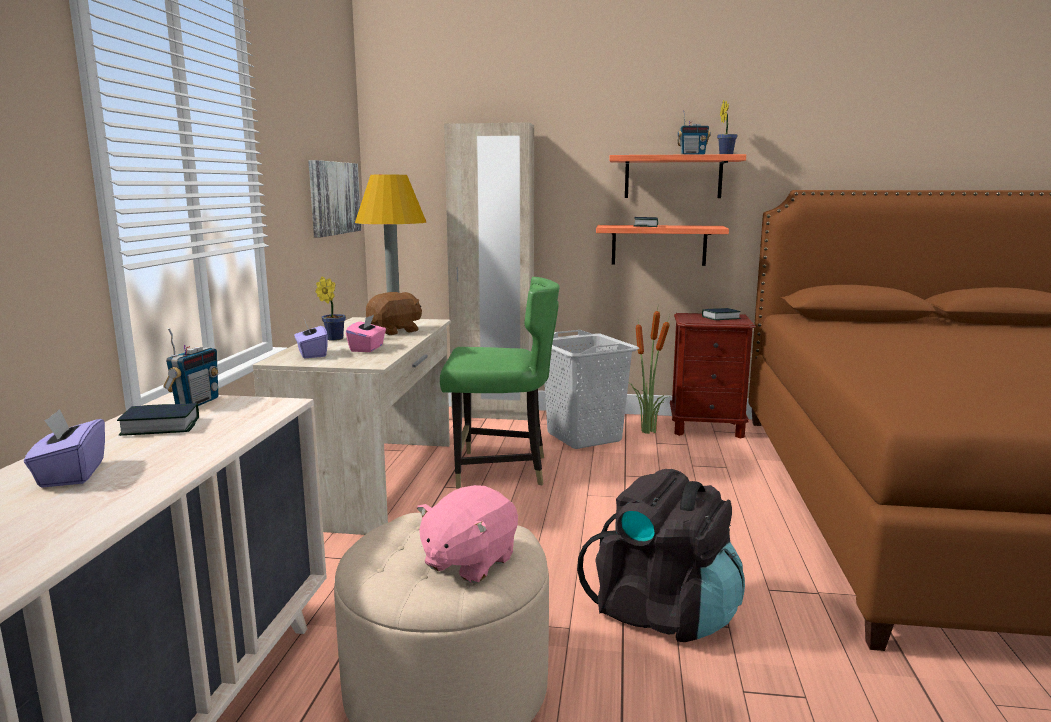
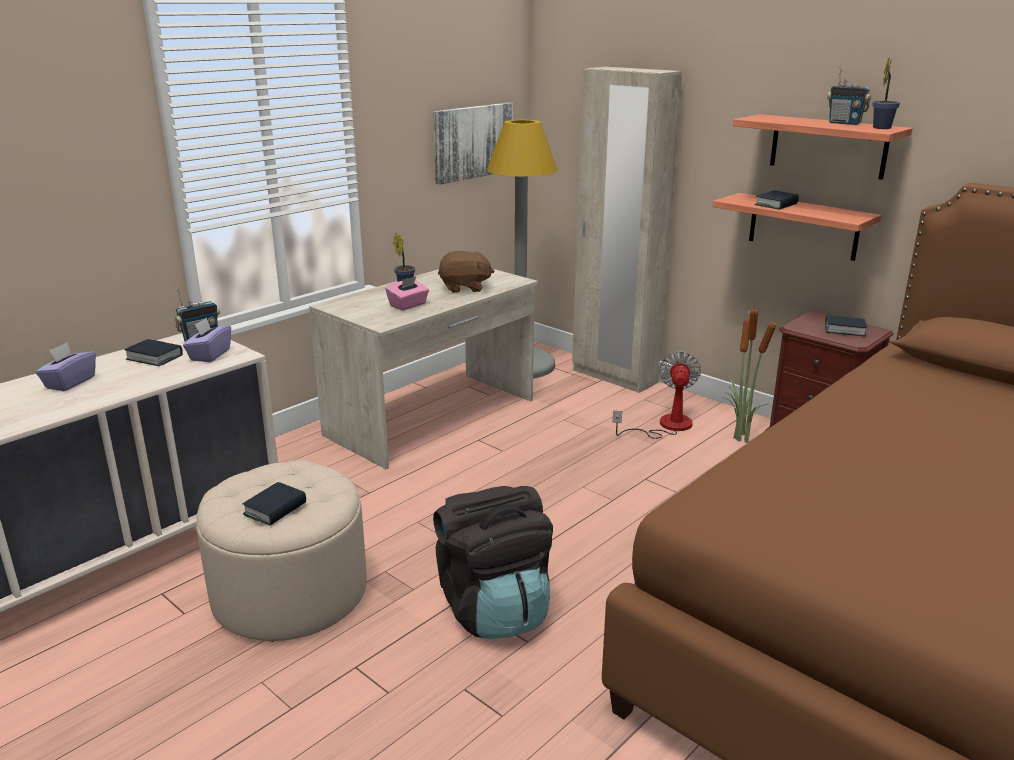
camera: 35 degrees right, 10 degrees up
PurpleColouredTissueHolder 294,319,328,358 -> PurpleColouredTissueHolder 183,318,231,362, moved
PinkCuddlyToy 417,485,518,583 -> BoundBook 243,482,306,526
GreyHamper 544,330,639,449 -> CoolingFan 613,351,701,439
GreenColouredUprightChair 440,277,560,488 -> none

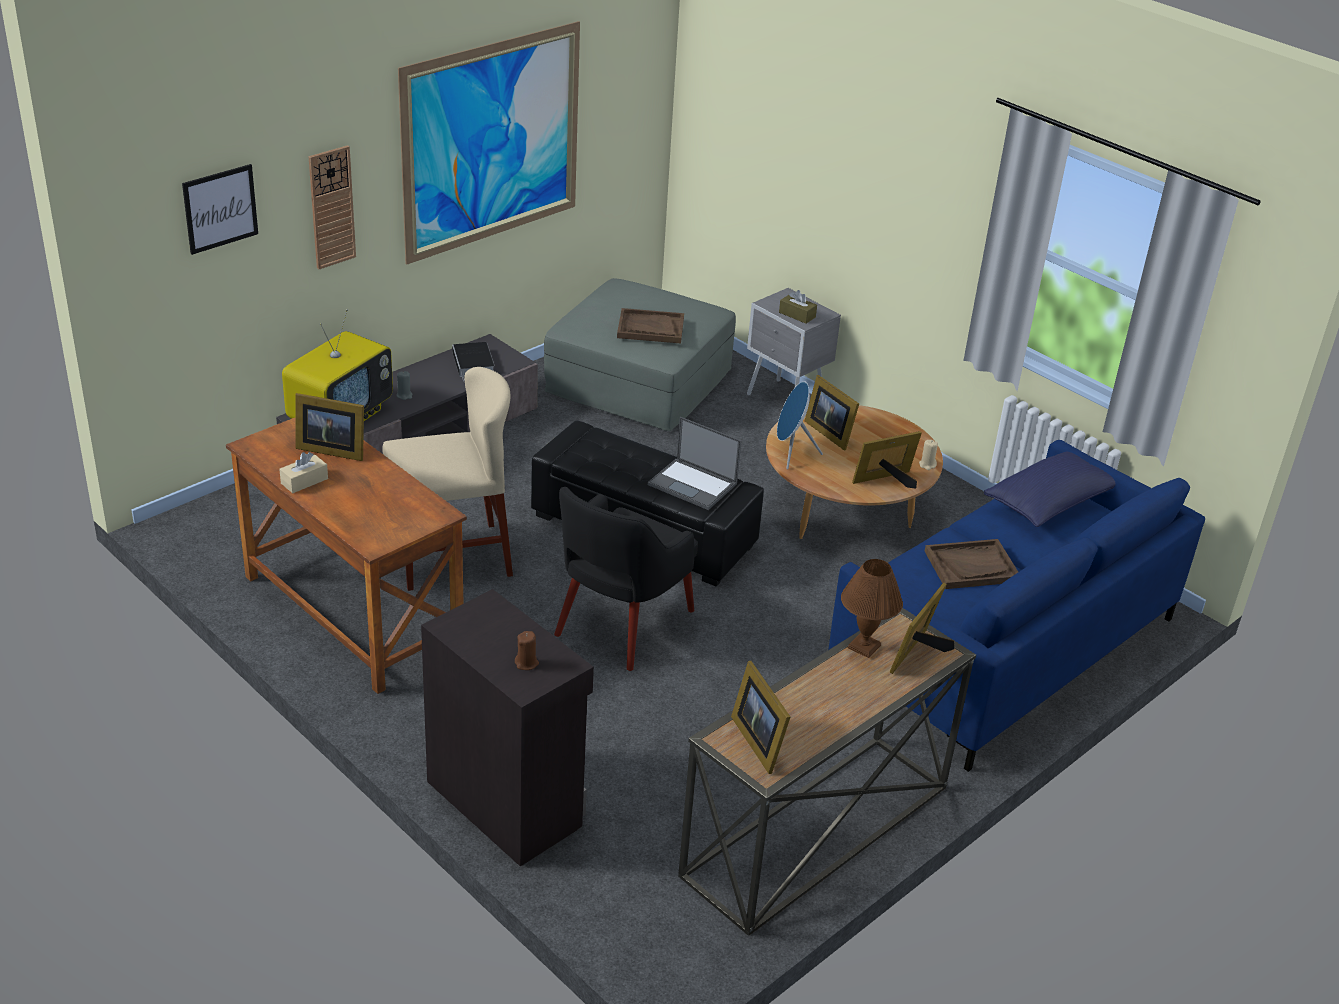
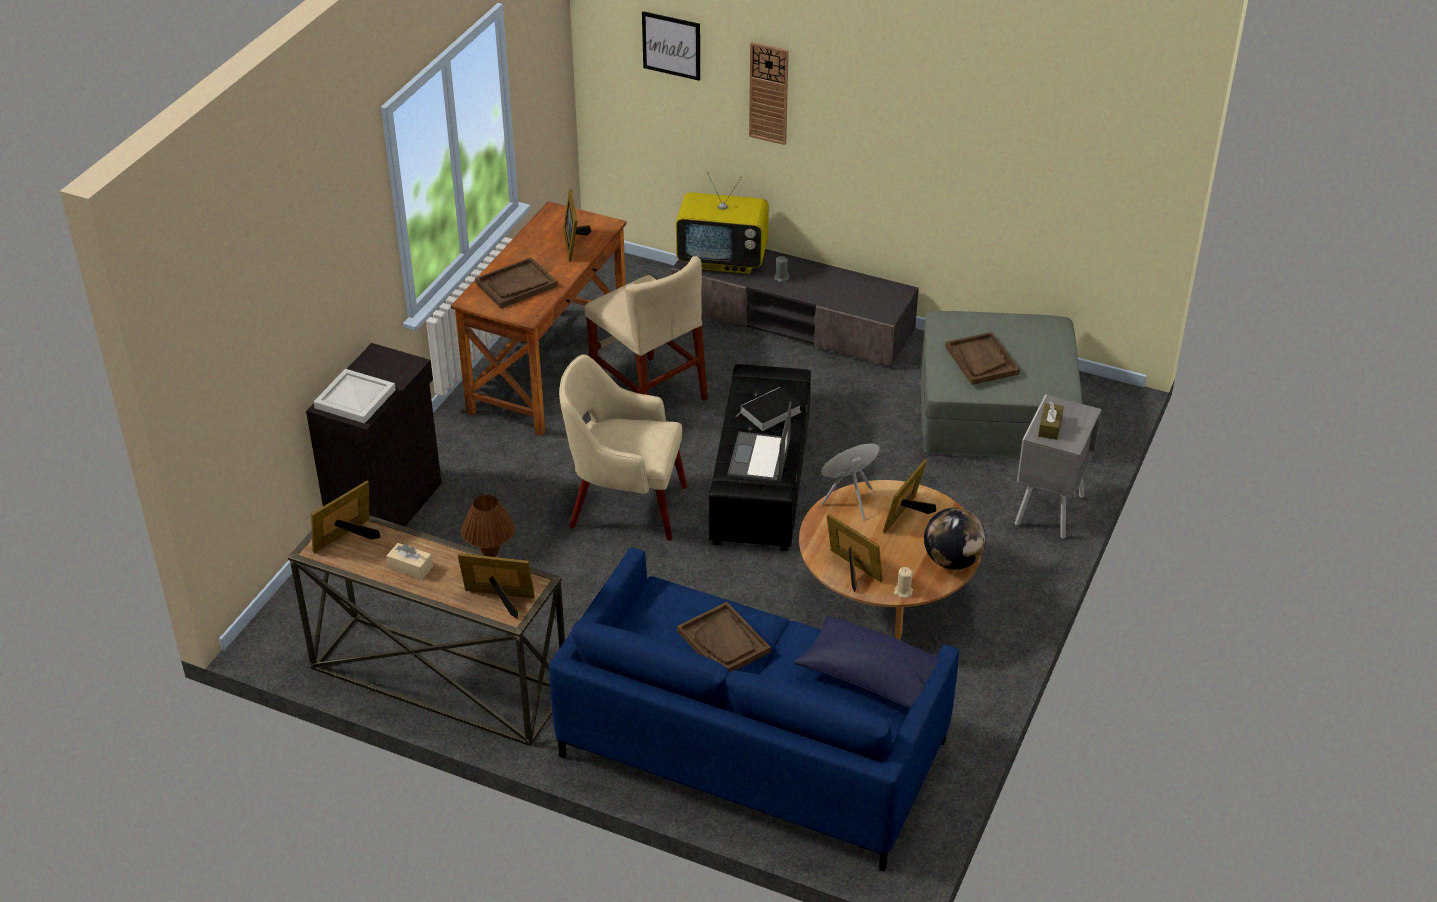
camera: 70 degrees right, 5 degrees up
BrownWaxLight 515,631,539,670 -> WhiteServingTray 314,369,396,423
BeigeTissueHolder 279,452,328,493 -> BeigeTissueHolder 387,543,433,580, moved
none -> BrownServingTray 475,257,558,308
BlackColouredArmchair 554,487,698,671 -> BeigeArmchair 559,354,687,541
BoundBook 452,342,494,381 -> BoundBook 734,387,801,431, moved
none -> WorldGlobe 924,508,986,570
Picture 398,21,580,265 -> none

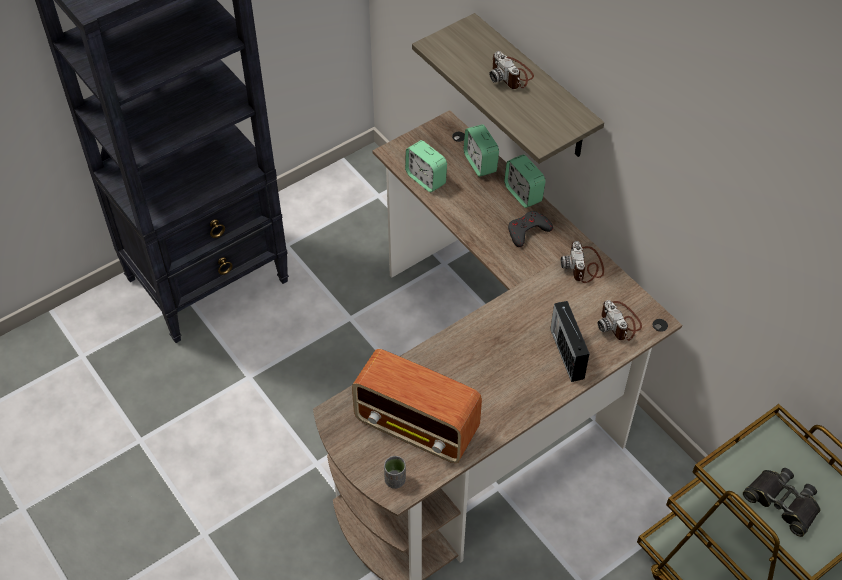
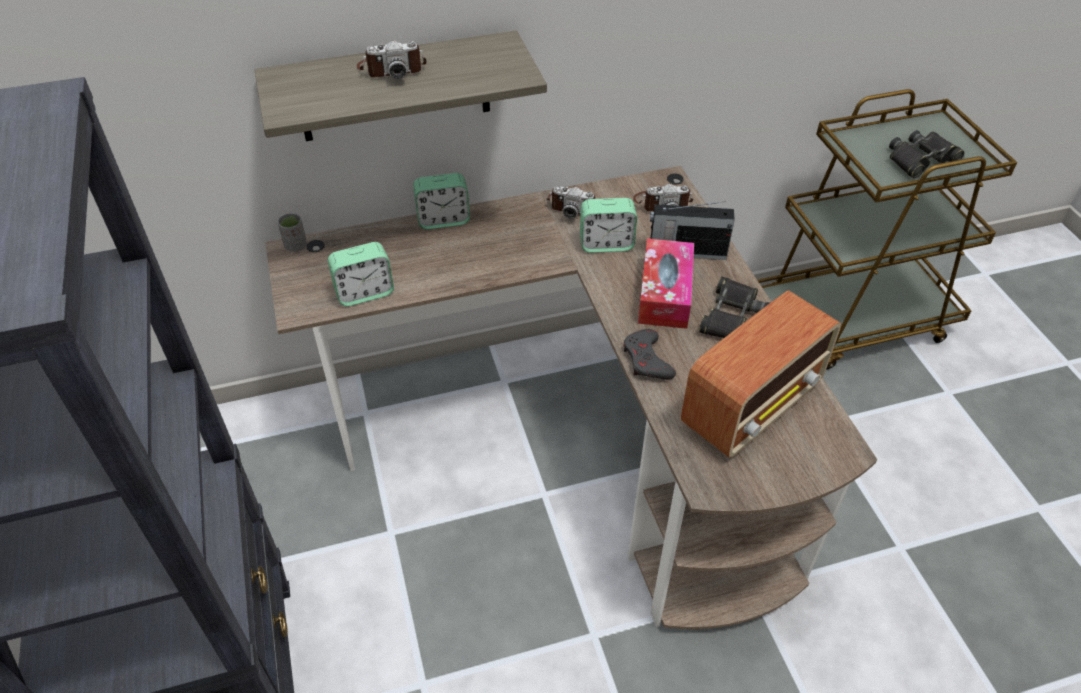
camera: 70 degrees left, 5 degrees down
GreySmallCup 384,456,406,489 -> GreySmallCup 278,213,307,252, moved
BedsideClock 464,124,499,177 -> BedsideClock 580,198,637,253, moved
GreyJoypad 508,211,553,247 -> GreyJoypad 624,329,676,380, moved
none -> TissueHolder 638,238,694,329
none -> BlackColouredBinoculars 699,276,770,338

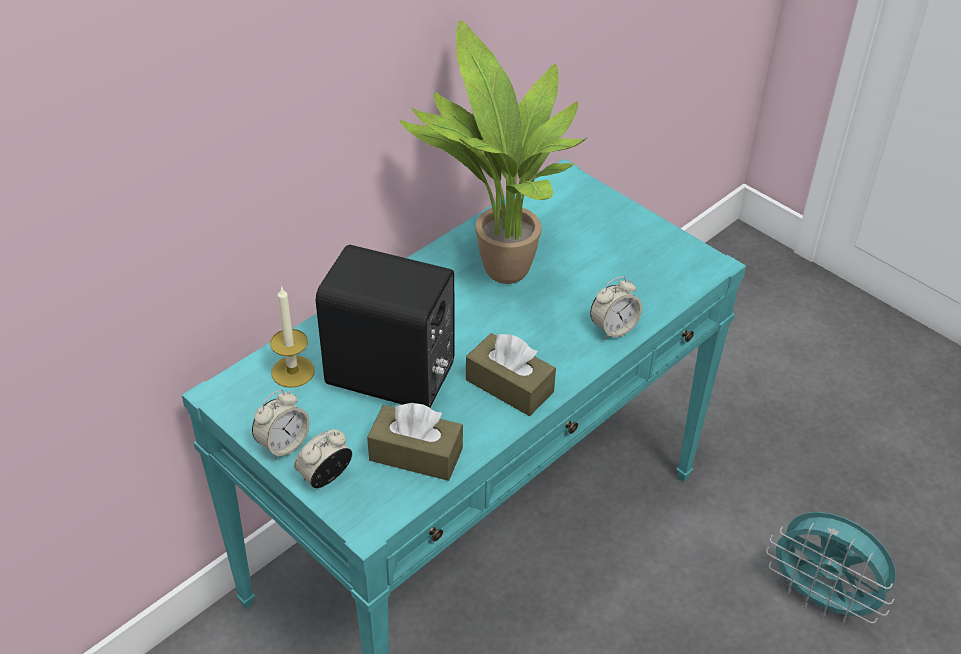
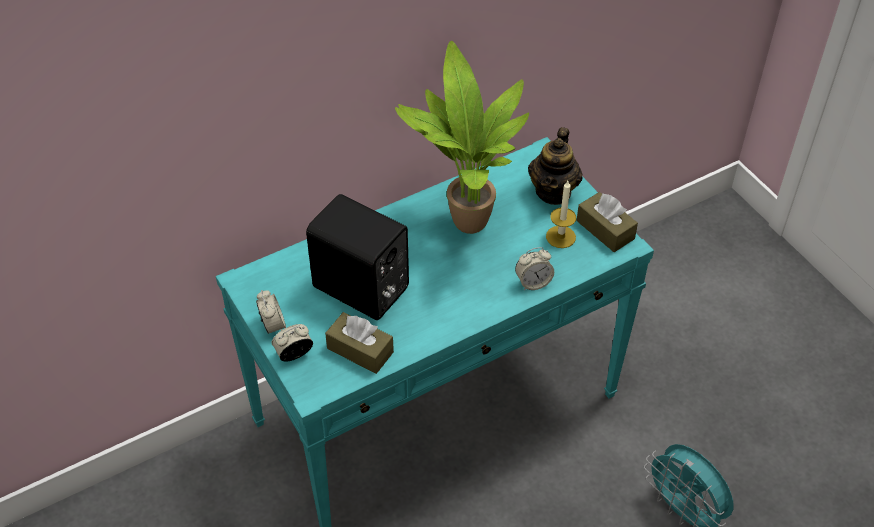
camera: 15 degrees right, 5 degrees up
BedsideClock 252,390,310,460 -> BedsideClock 256,290,286,334, 75 degrees counterclockwise
none -> PotForTea 528,127,583,205
WaxLight 270,286,315,388 -> WaxLight 546,181,576,248, moved
BrownTissueHolder 466,333,556,416 -> BrownTissueHolder 577,192,638,252, moved

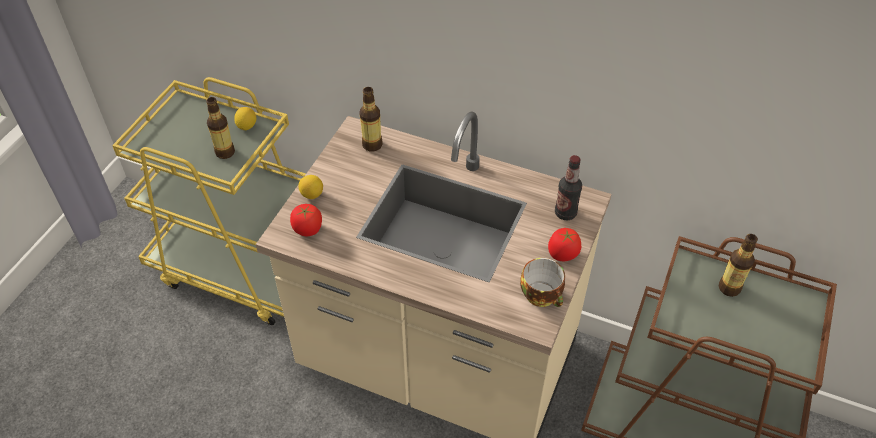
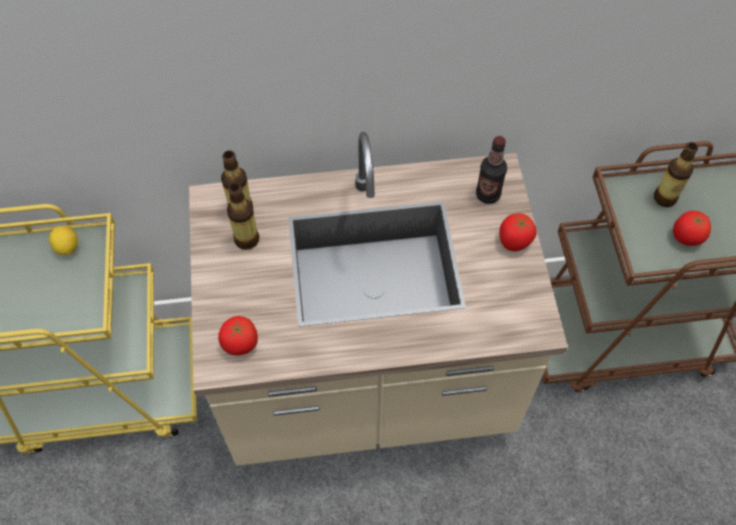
camera: 30 degrees left, 10 degrees up
BeverageBottle 206,97,235,159 -> BeverageBottle 227,183,259,250, moved
none -> FreshTomato 673,211,711,246
WholeLemon 298,175,323,199 -> none
SmallCup 520,258,565,307 -> none

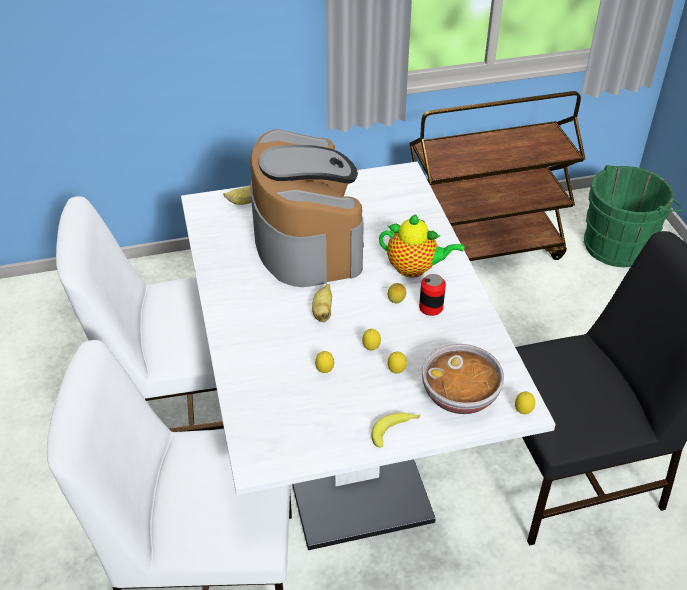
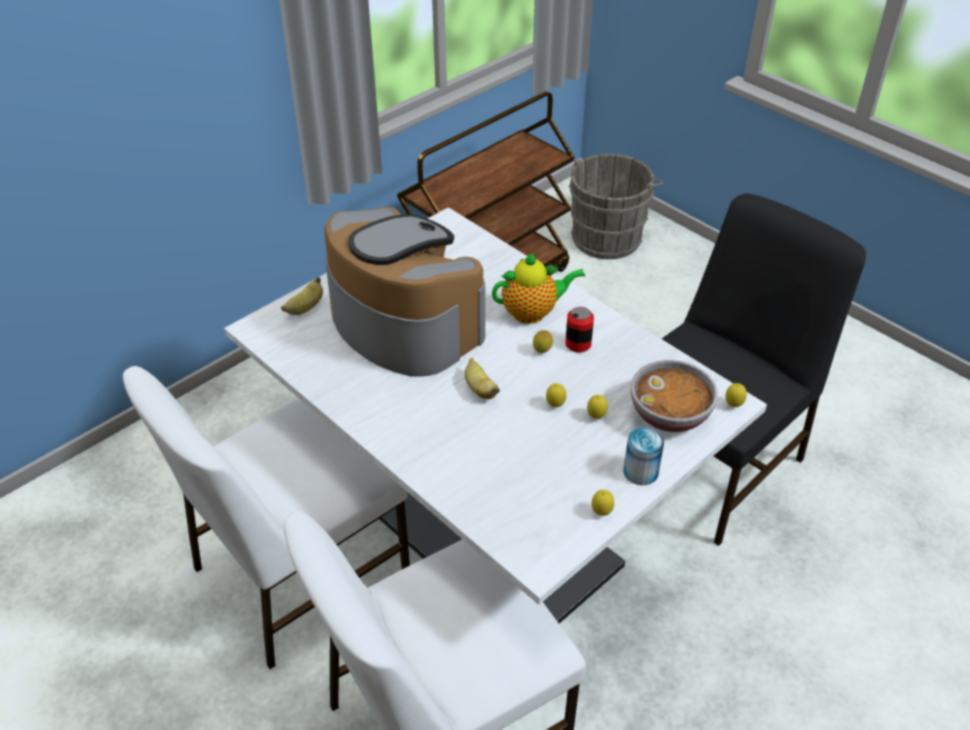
camera: 30 degrees left, 0 degrees up
GreenColouredPail 583,165,683,267 -> GreyPail 569,154,663,259
WholeLemon 315,351,334,373 -> WholeLemon 592,490,614,516, moved
Banana 372,412,421,448 -> SealedCan 623,427,664,485

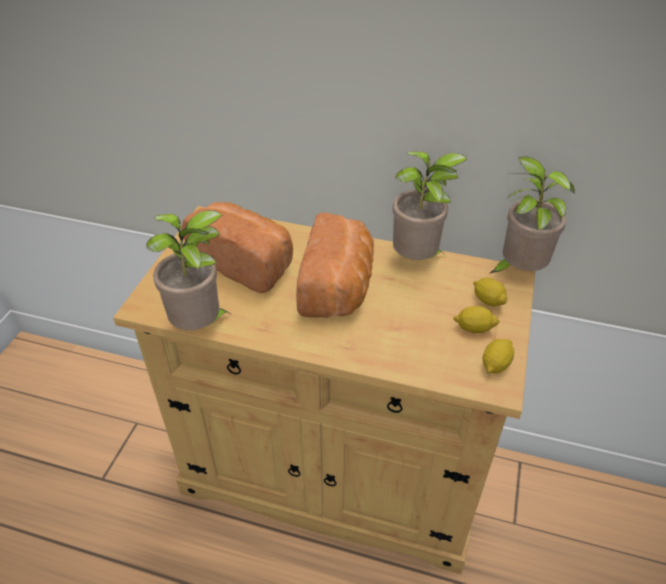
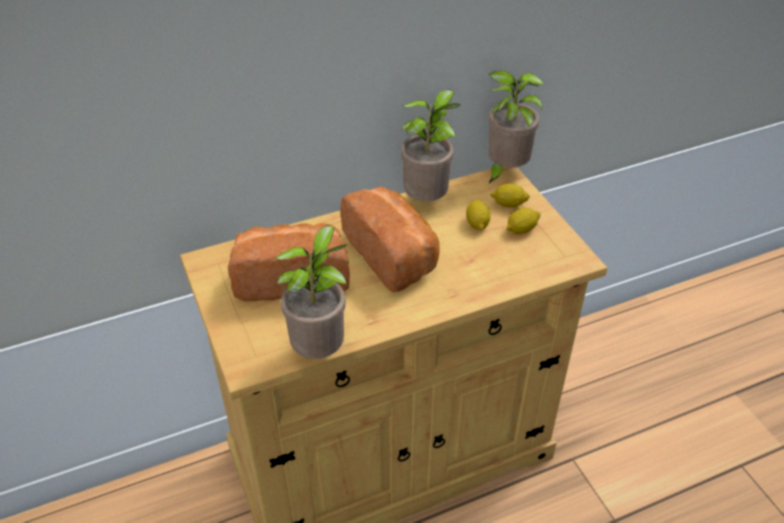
camera: 40 degrees left, 0 degrees up
WholeLemon 483,339,514,374 -> WholeLemon 466,200,490,230, moved

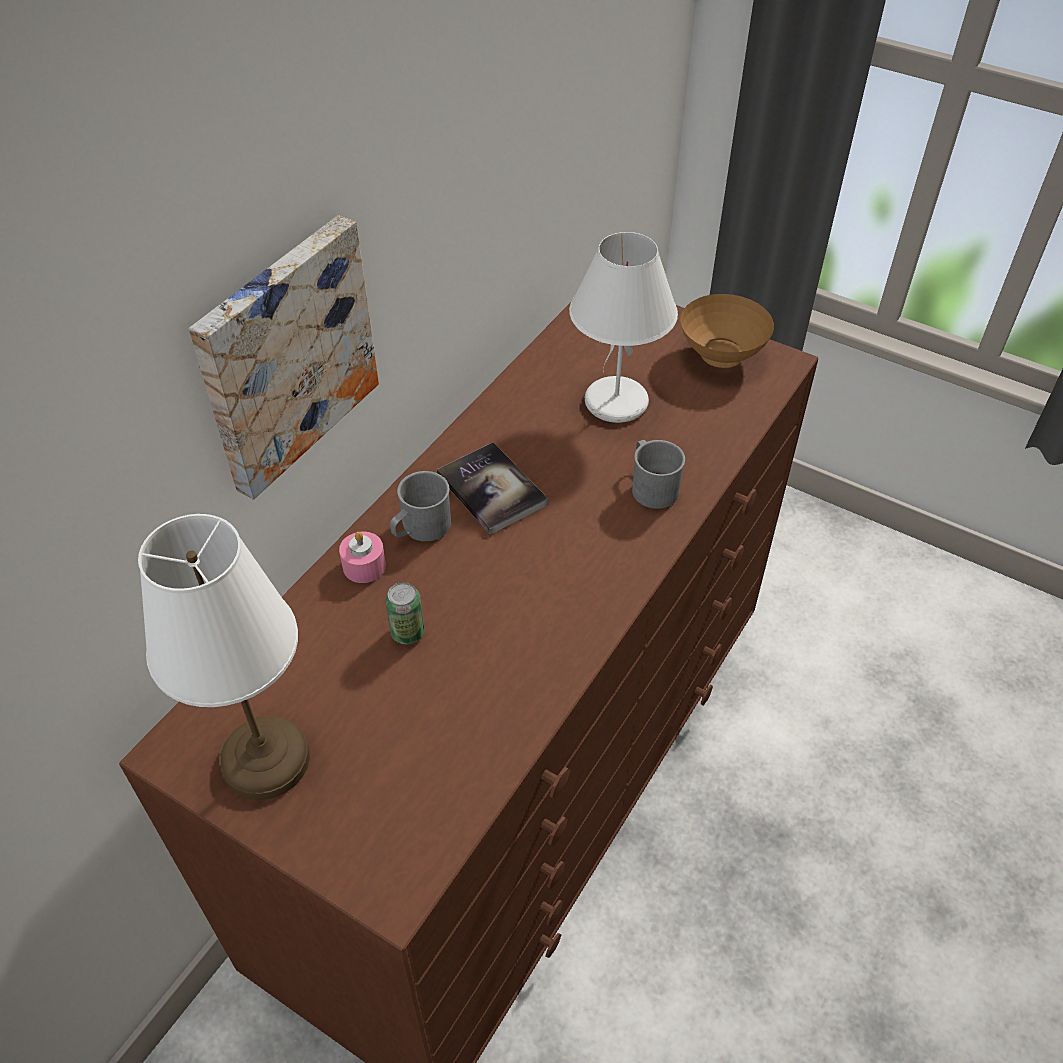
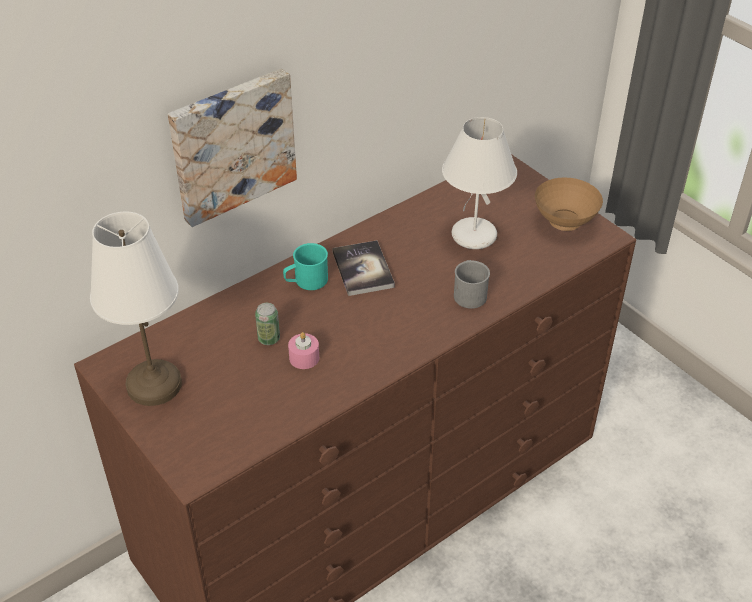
camera: 20 degrees right, 5 degrees down
GreyCoffeeMug 390,471,451,541 -> BlueGreenCoffeeMug 283,243,328,290
PinkWaxLight 339,532,386,583 -> PinkWaxLight 288,332,319,369, moved

